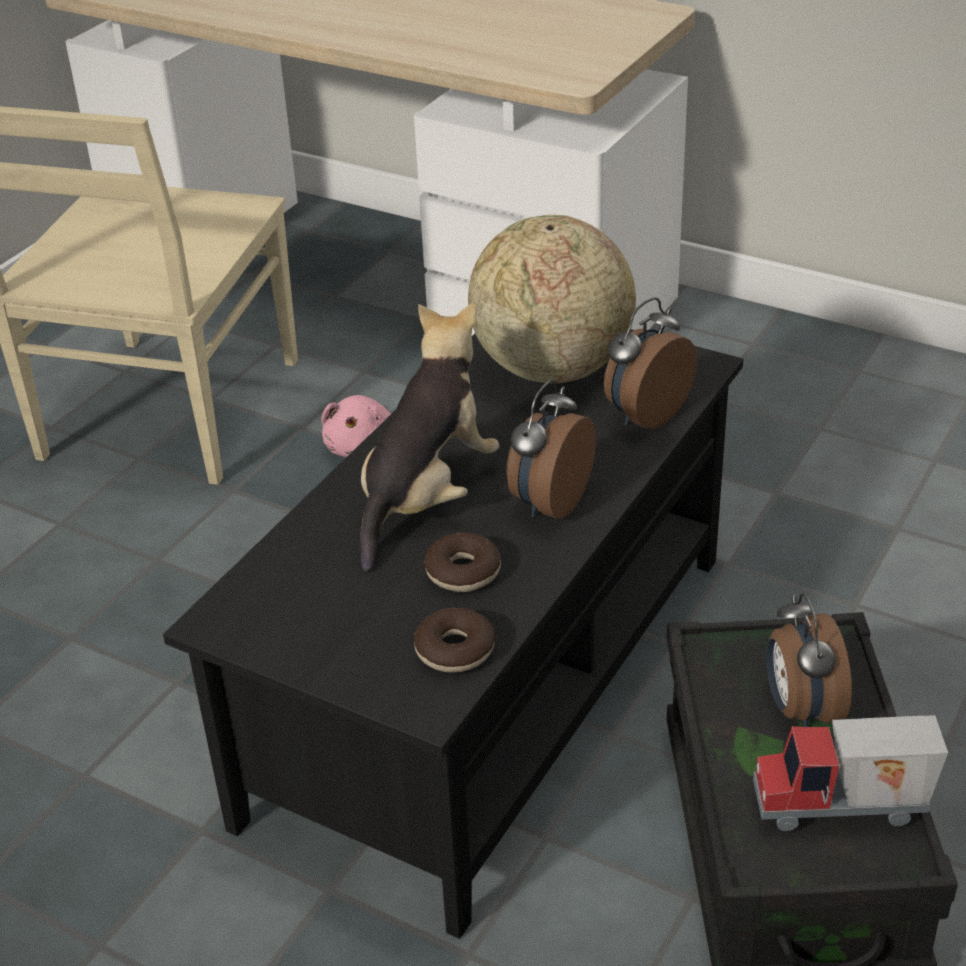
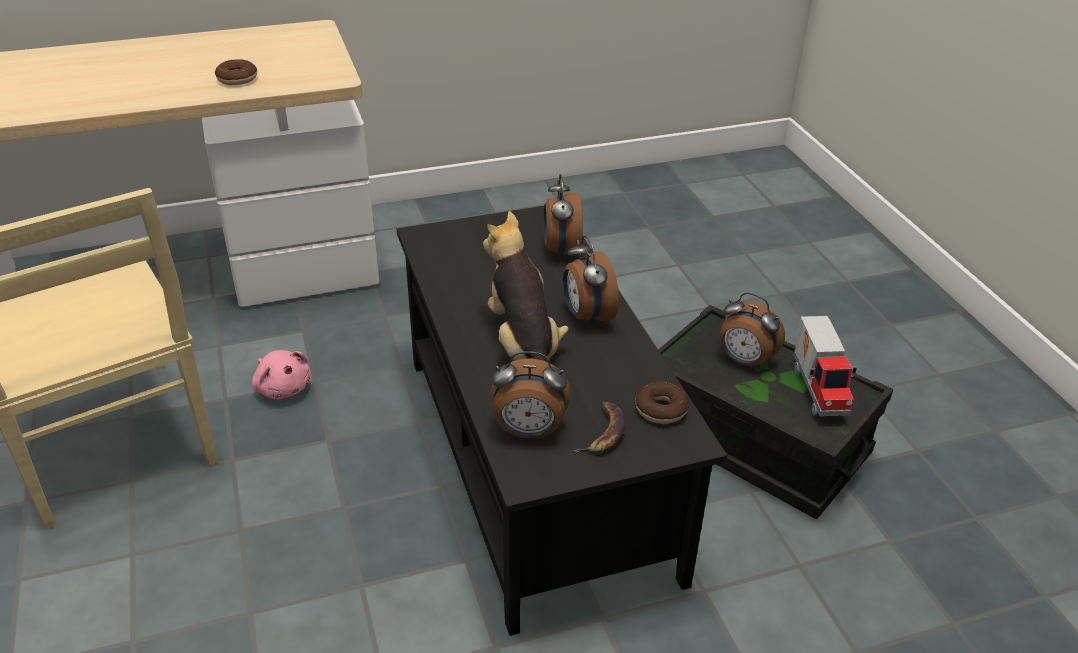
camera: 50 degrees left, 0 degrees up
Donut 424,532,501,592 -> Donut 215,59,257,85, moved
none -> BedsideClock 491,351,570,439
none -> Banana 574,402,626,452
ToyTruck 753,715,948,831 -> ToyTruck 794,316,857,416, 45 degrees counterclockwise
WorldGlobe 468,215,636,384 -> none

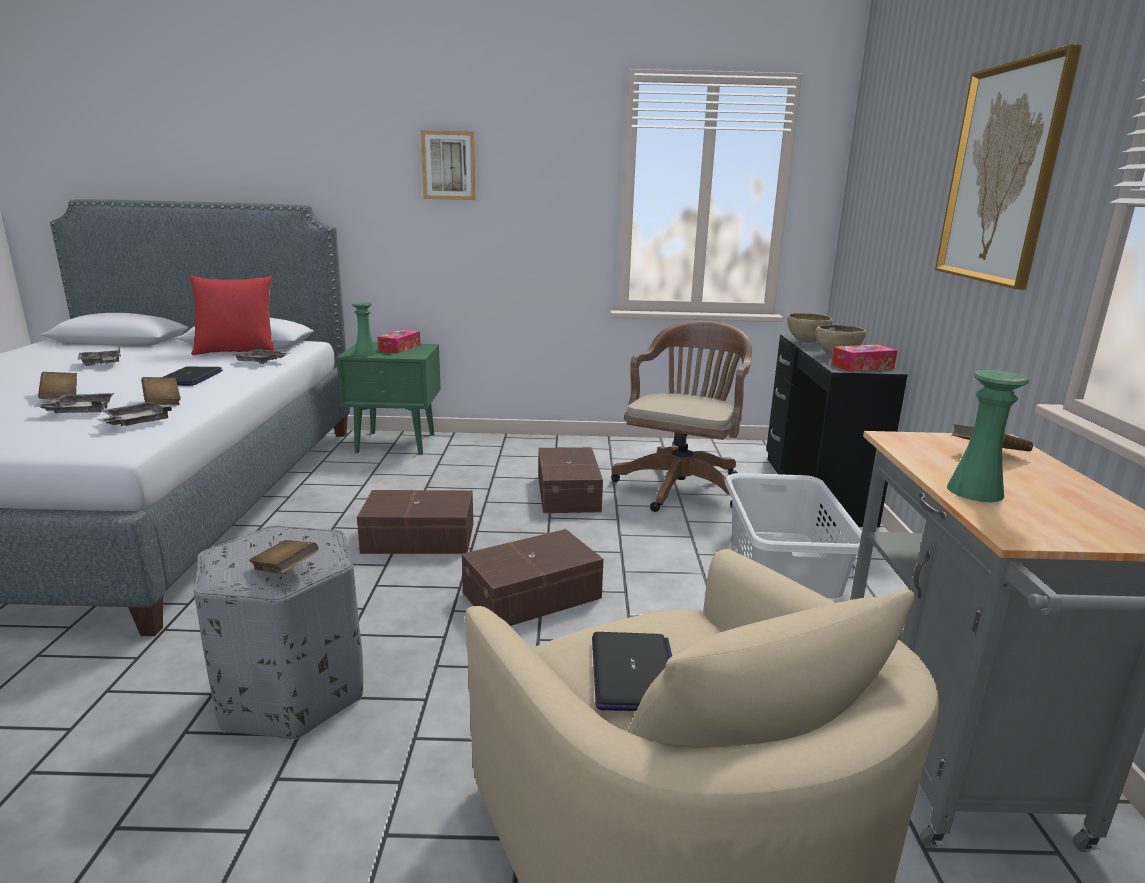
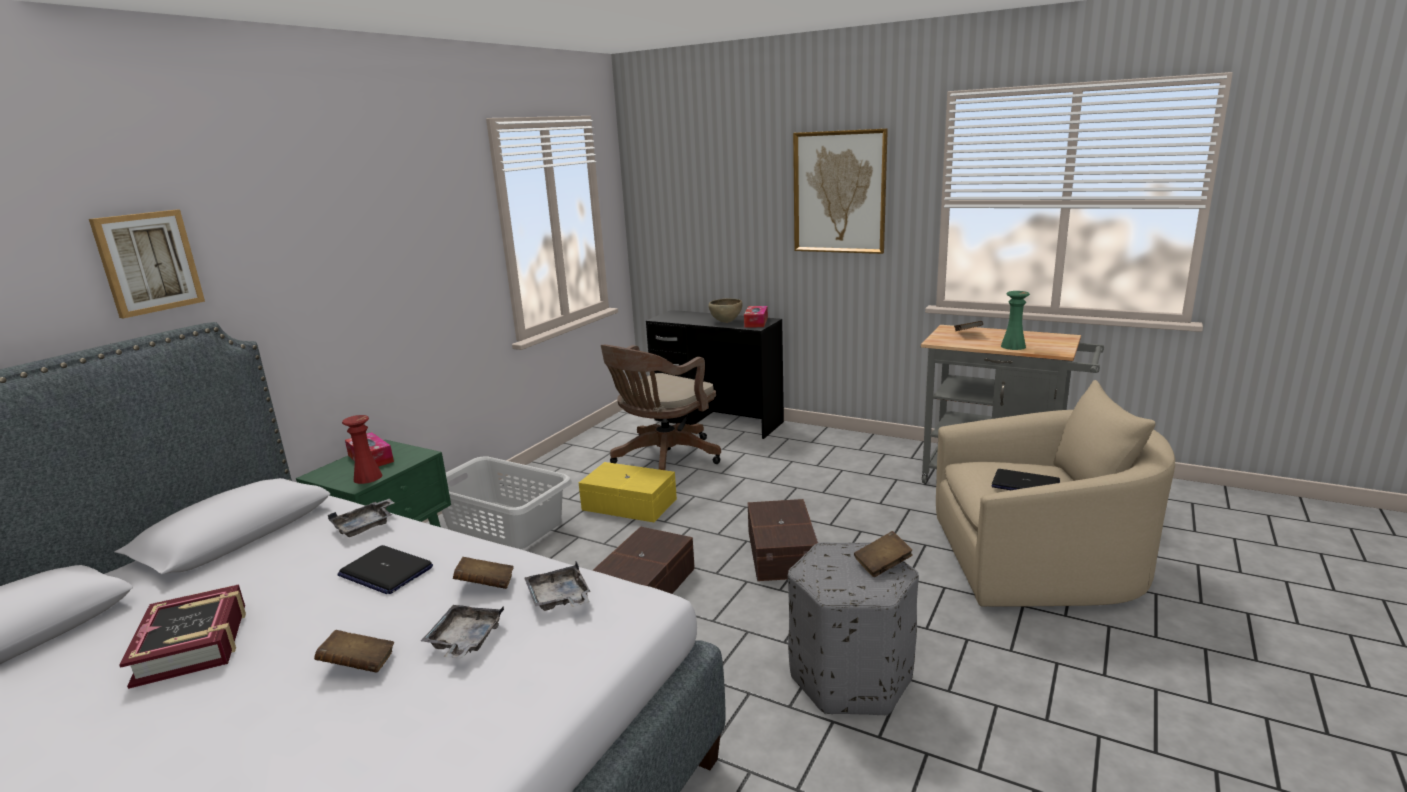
camera: 60 degrees left, 0 degrees up
Picture 421,130,476,200 -> Picture 89,210,205,318, moved
GreyServingTray 78,348,121,366 -> BoundBook 119,584,246,689
GreenColouredVase 352,302,377,356 -> ReddishVase 342,415,383,484
GreyHamper 725,473,862,598 -> GreyHamper 442,457,572,549, moved
BrownStorageBin 538,447,603,513 -> YellowStorageBin 579,462,677,522
BrownDeskChair 611,321,752,512 -> BrownDeskChair 601,345,721,470, 105 degrees counterclockwise
ReddishCushion 189,276,275,355 -> none
BrownDeepDish 787,313,833,343 -> none

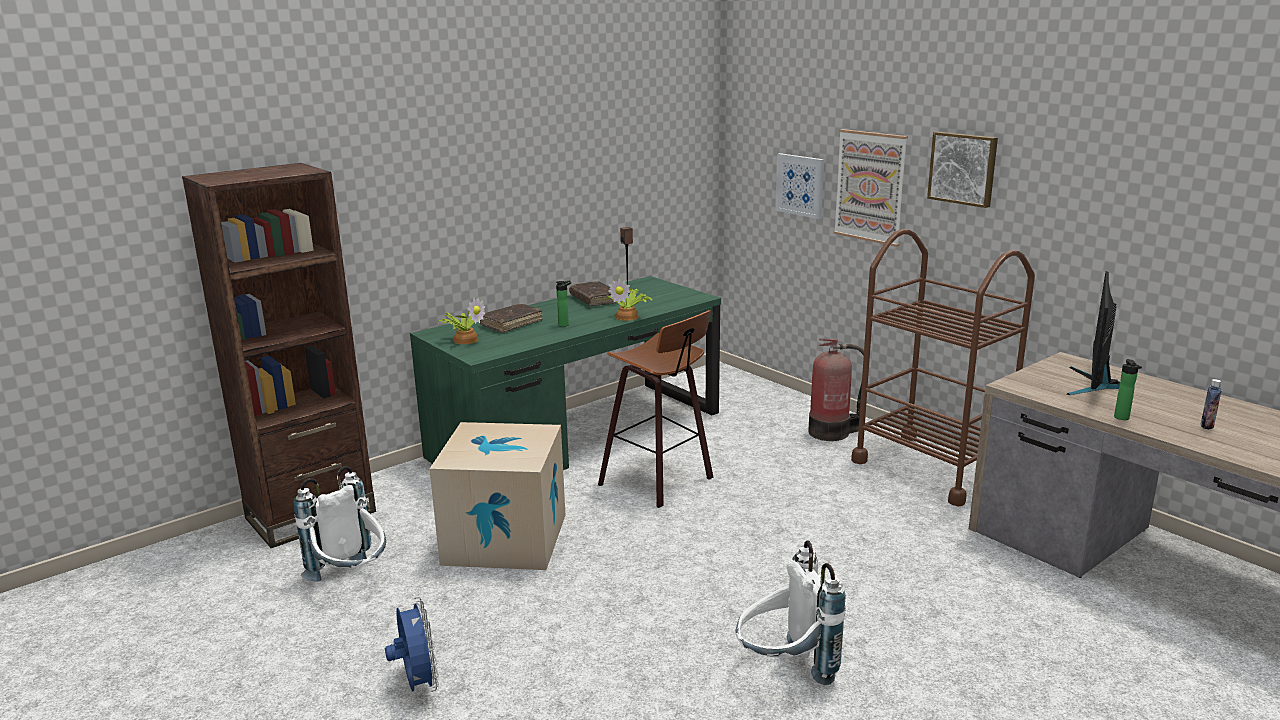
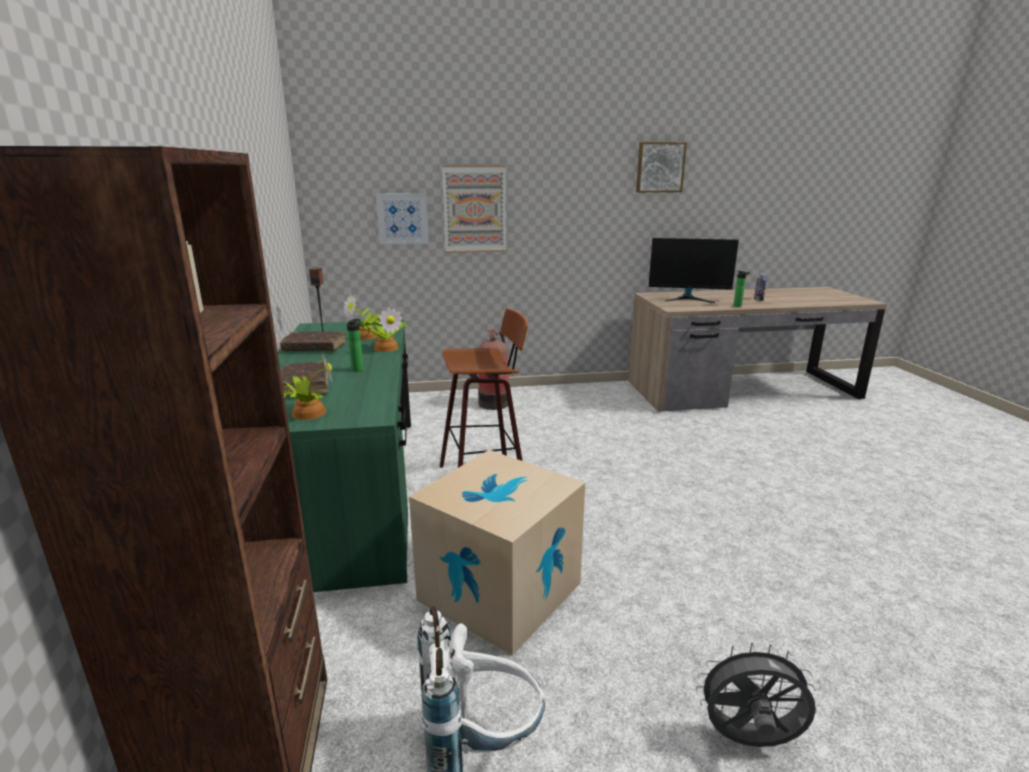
camera: 60 degrees left, 0 degrees up
none -> Houseplant 343,294,381,340
Picture 927,132,998,208 -> Picture 636,142,687,192, moved
Monitor 1066,271,1121,395 -> Monitor 649,238,739,303, 45 degrees counterclockwise
BlueColouredCoolingFan 385,597,439,692 -> GreyCoolingFan 696,642,816,747
WhiteRucksack 735,540,846,685 -> none
BrownTrolley 851,229,1035,507 -> none

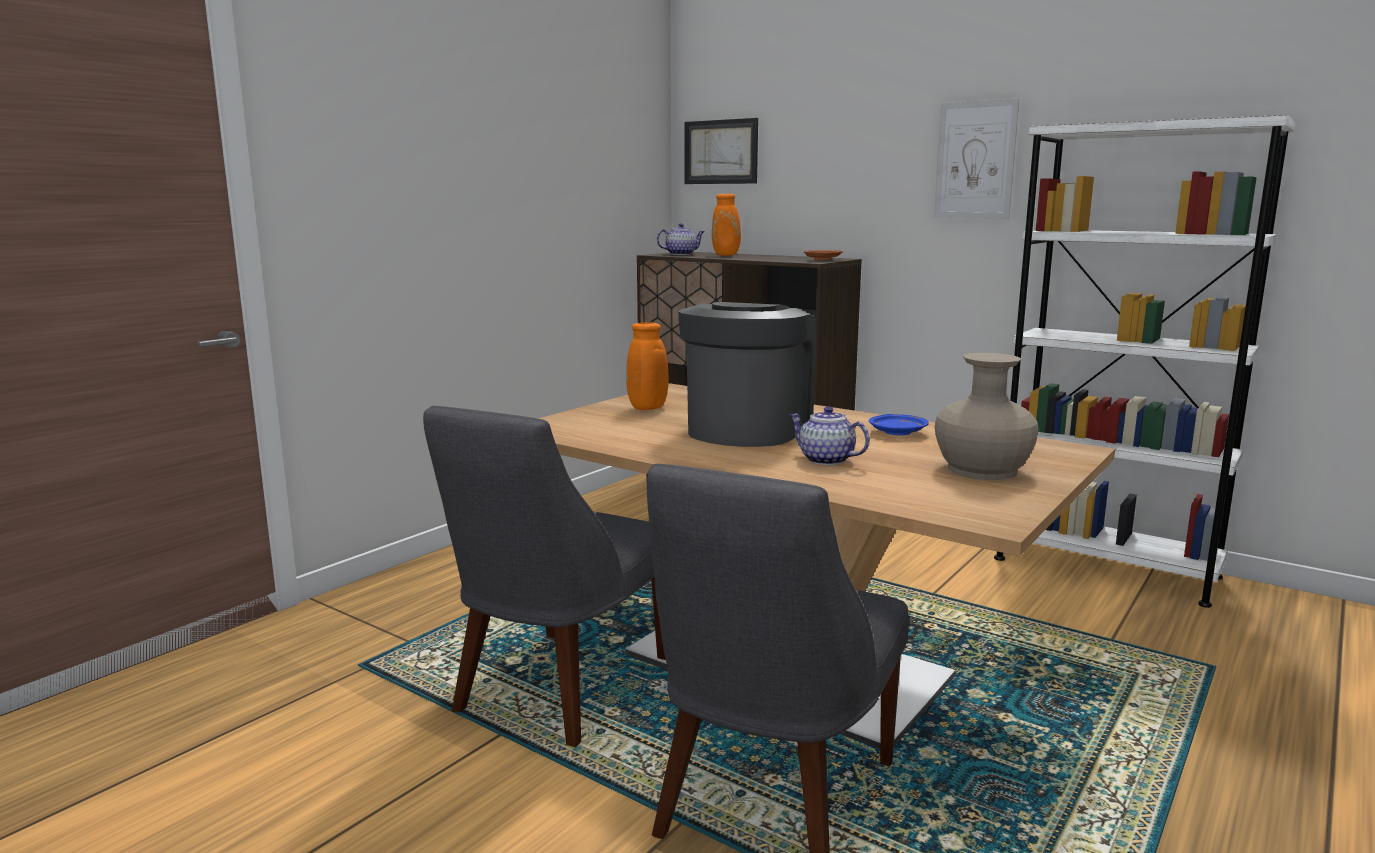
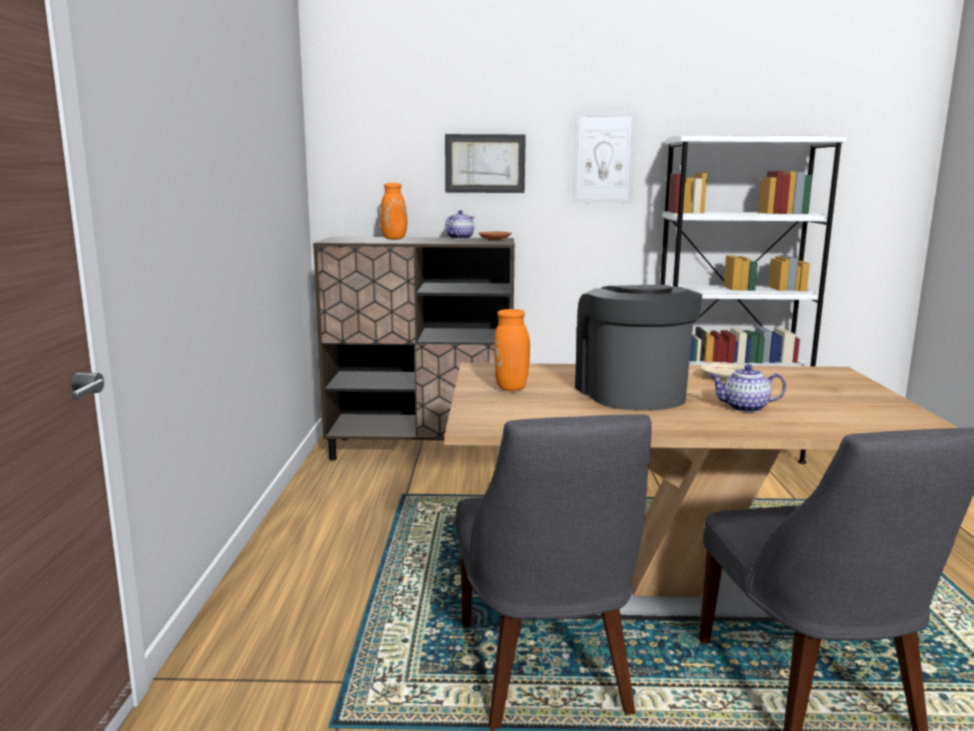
camera: 35 degrees left, 0 degrees up
Picture 684,118,758,184 -> Picture 445,134,526,193, moved
PotForTea 657,223,705,255 -> PotForTea 445,210,474,239, moved
BlueColouredDinnerPlate 869,414,929,435 -> BeigeDinnerPlate 701,363,745,380
BeigeVase 935,353,1038,480 -> none

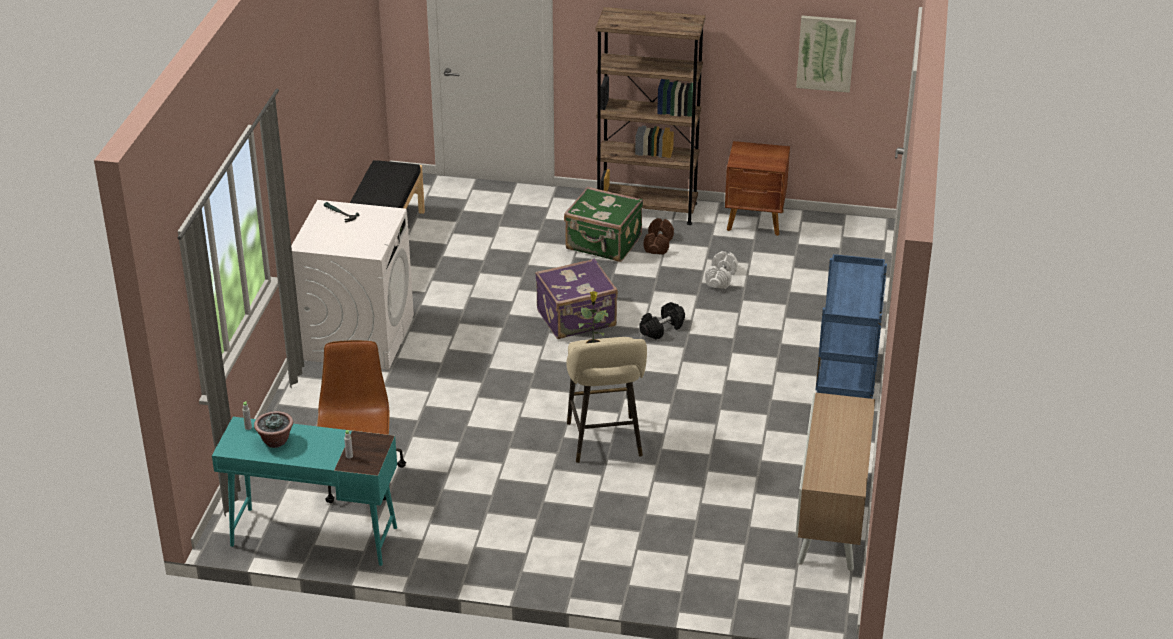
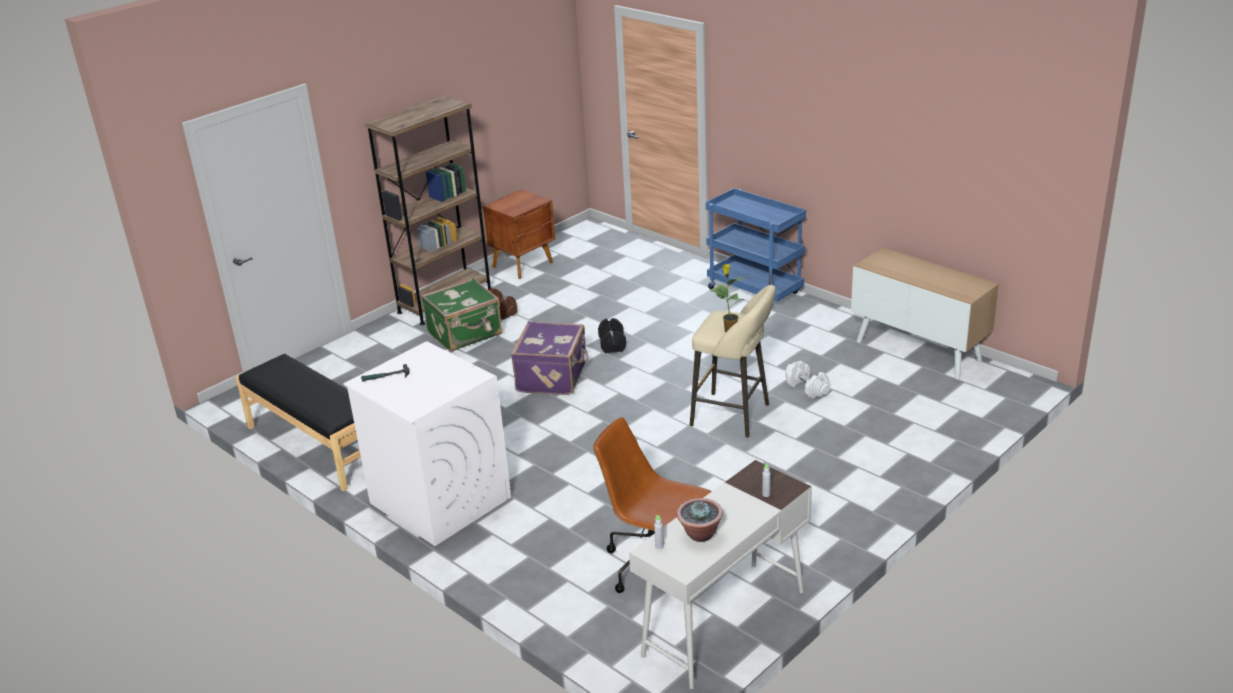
camera: 55 degrees left, 5 degrees down
BlueGreenDesk 212,417,397,566 -> WhiteDesk 629,460,812,689
WhiteDumbbell 705,251,738,289 -> WhiteDumbbell 785,361,830,398, moved
Picture 796,16,856,93 -> none

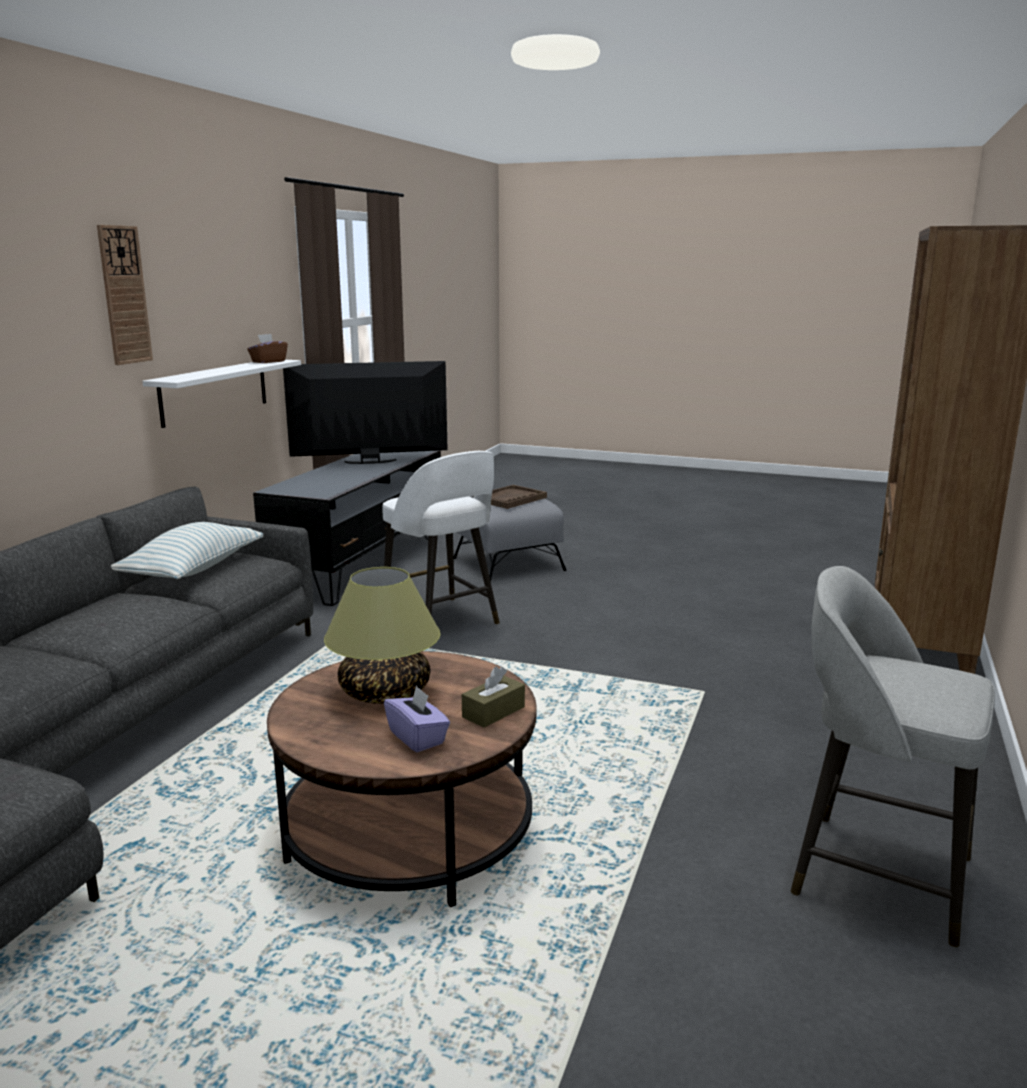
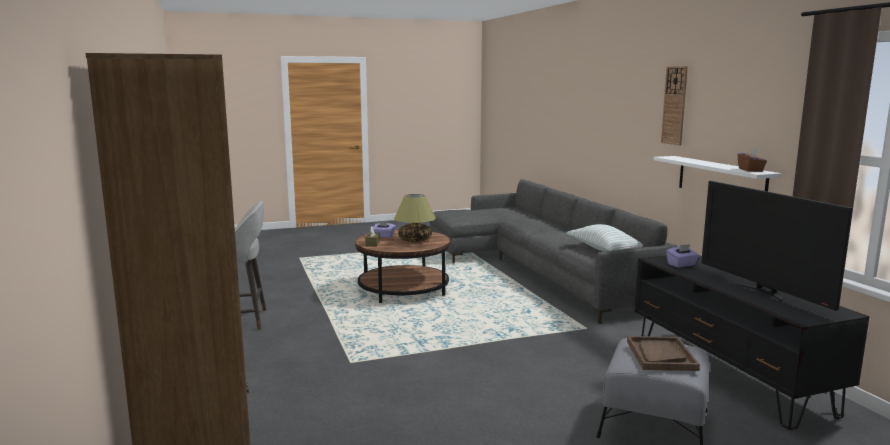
camera: 140 degrees right, 5 degrees down
none -> PurpleColouredTissueHolder 666,244,699,268
Tv 283,361,448,464 -> Tv 701,181,853,311, 120 degrees clockwise
WhiteStool 382,451,500,624 -> none

